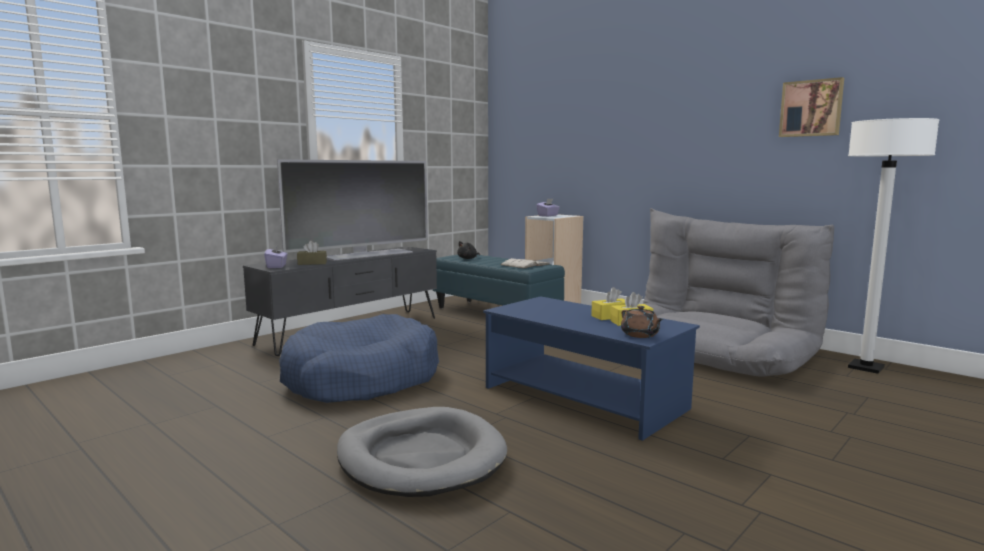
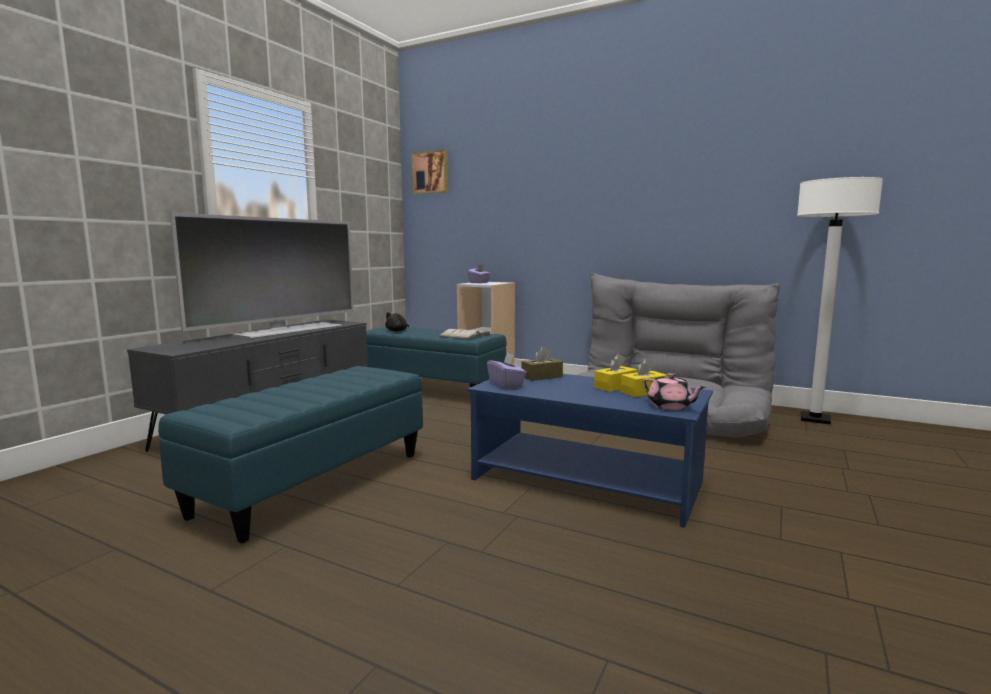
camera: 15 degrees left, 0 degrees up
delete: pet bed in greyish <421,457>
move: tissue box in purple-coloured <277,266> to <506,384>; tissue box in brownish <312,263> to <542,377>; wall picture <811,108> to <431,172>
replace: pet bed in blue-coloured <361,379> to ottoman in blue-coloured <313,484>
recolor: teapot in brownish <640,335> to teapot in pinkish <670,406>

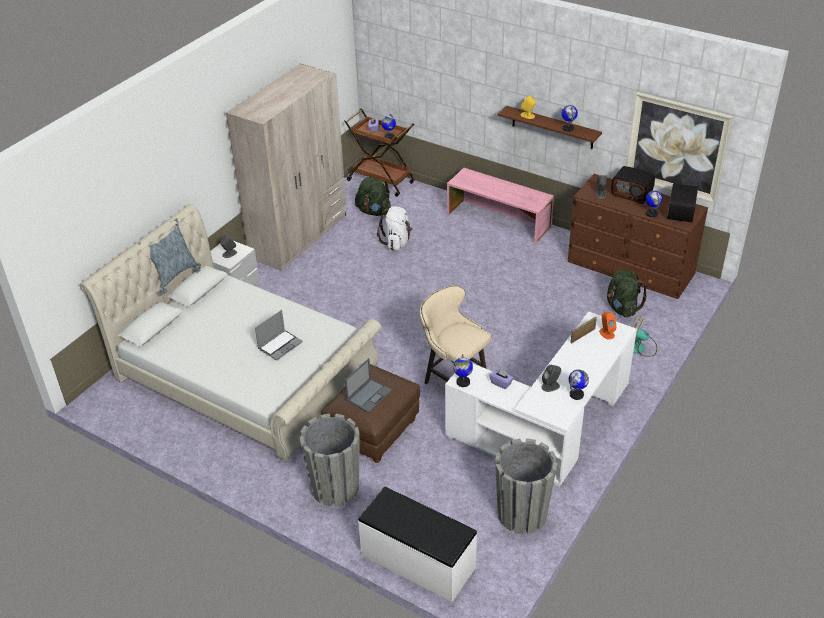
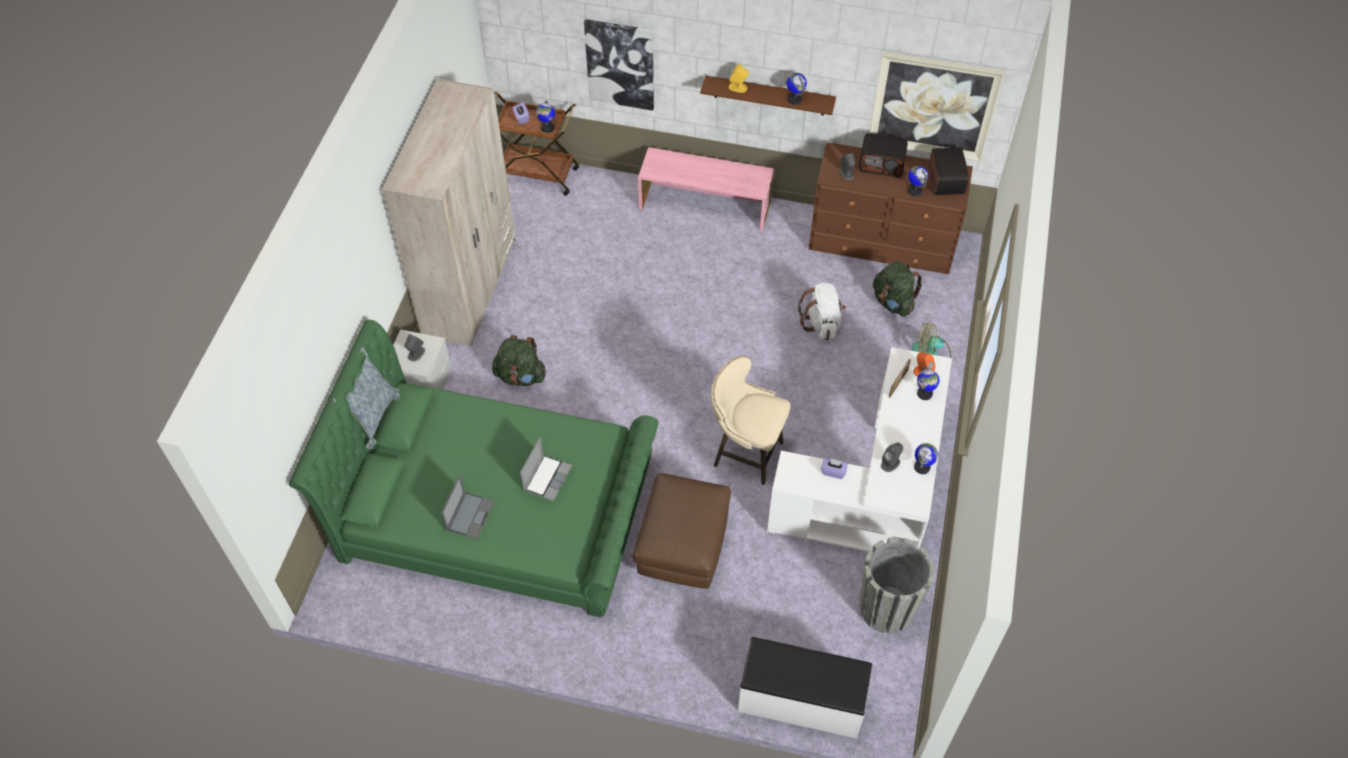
camera: 20 degrees left, 15 degrees up
delete: flower pot in greyish <335,487>
insert: wall picture <620,64>
move: notebook computer <369,395> to <470,515>; rucksack in green-coloured <374,211> to <521,376>; rucksack in whitish <396,242> to <821,323>; world globe <463,382> to <924,394>
recolor: sleeping bed in sand-coloured <245,372> to sleeping bed in green-coloured <495,507>

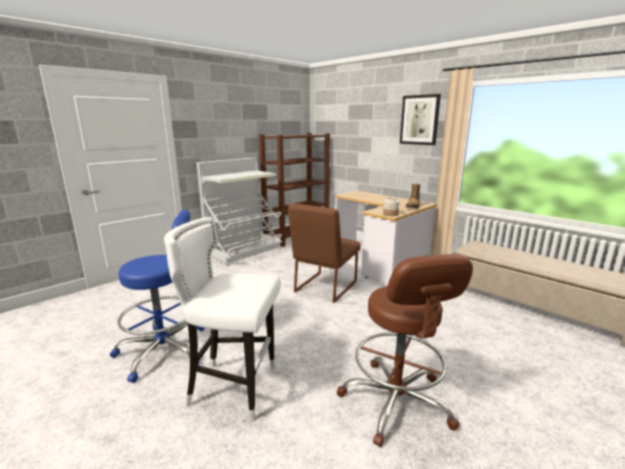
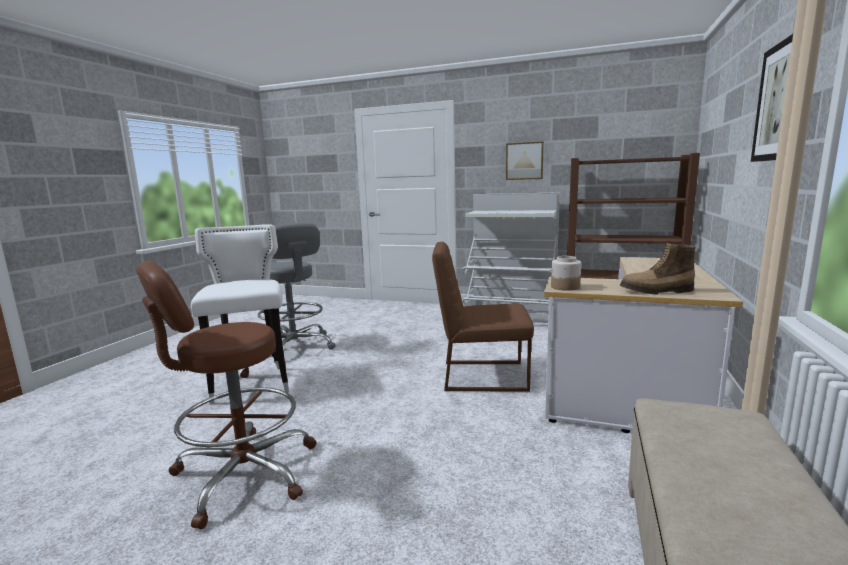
camera: 65 degrees right, 5 degrees down
insert: wall picture <524,161>
recolor: stool seat in blue-coloured <165,350> to stool seat in greyish <294,347>

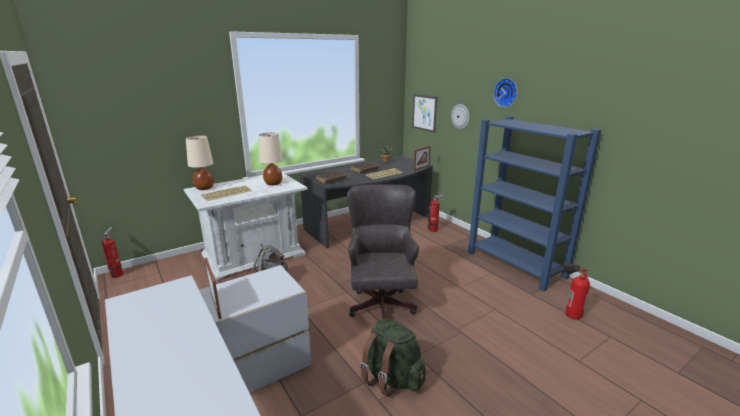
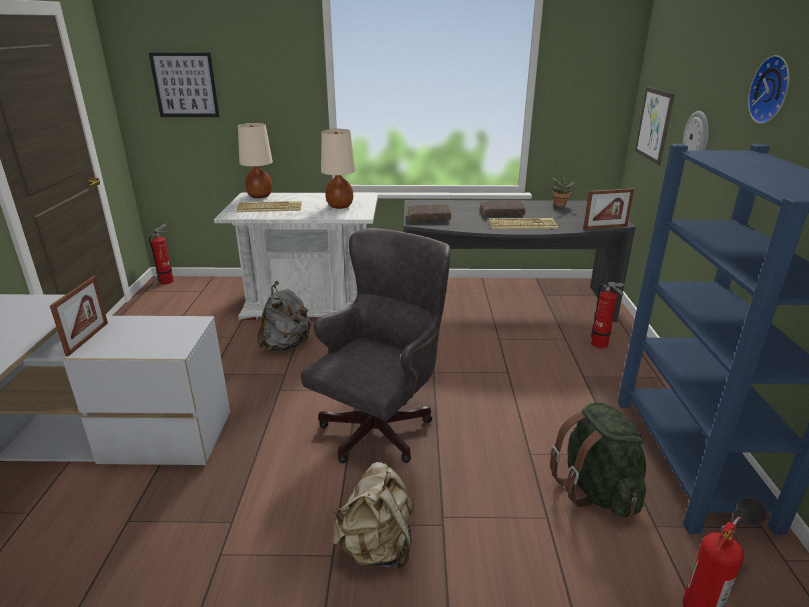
camera: 35 degrees right, 5 degrees up
insert: wall picture <185,85>; rucksack in sand-coloured <377,548>
move: rucksack in green-coloured <391,378> to <596,490>

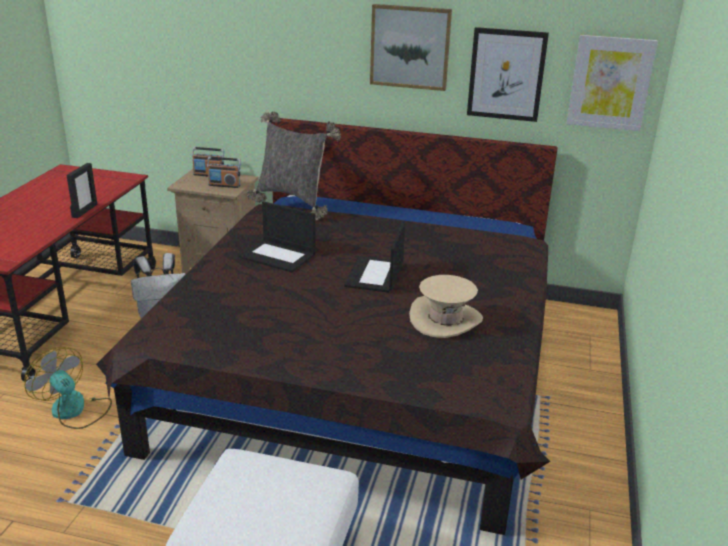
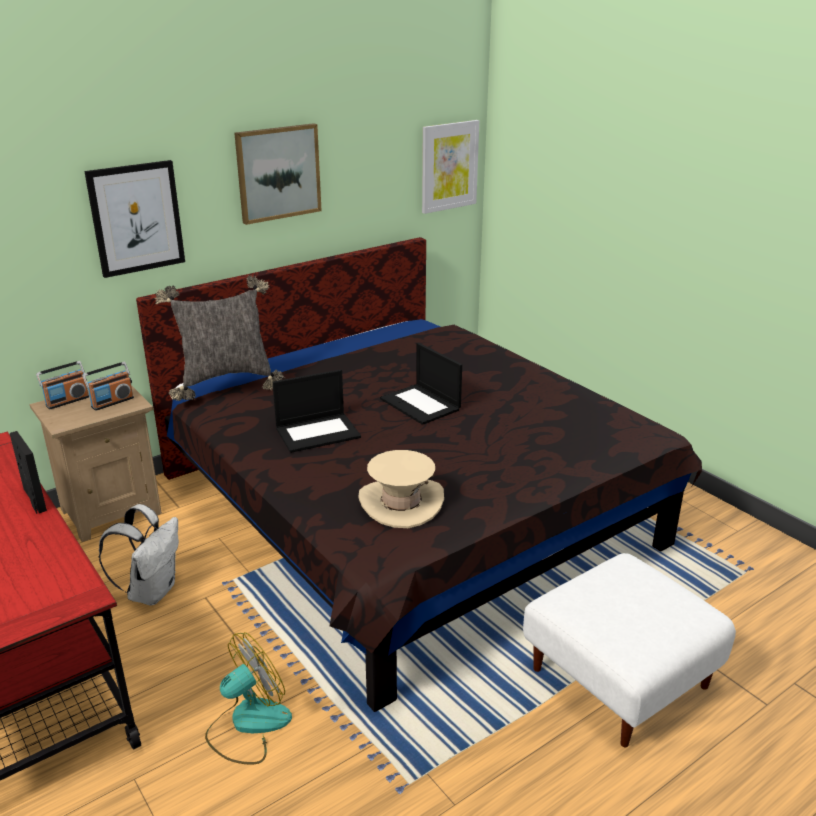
camera: 50 degrees left, 0 degrees up
move: hat in sand-coloured <445,320> to <401,503>; wall picture <506,74> to <136,218>
rotate: fan <74,411> = <248,724> 150 degrees clockwise

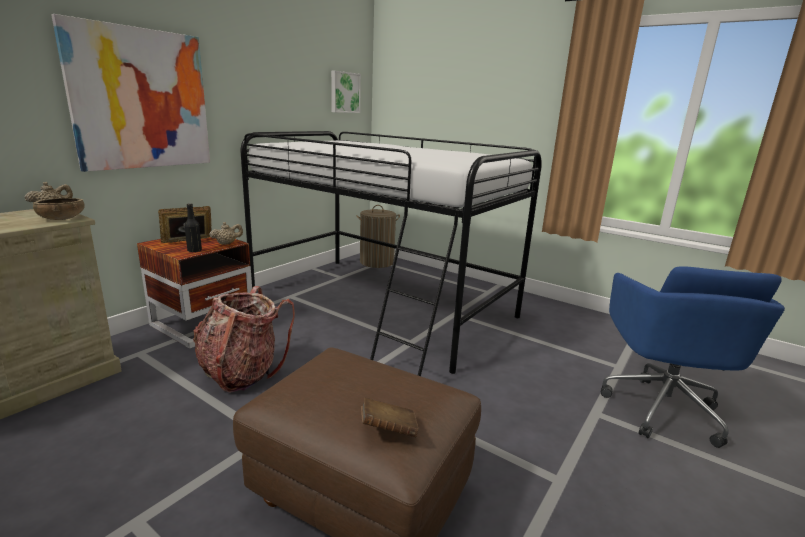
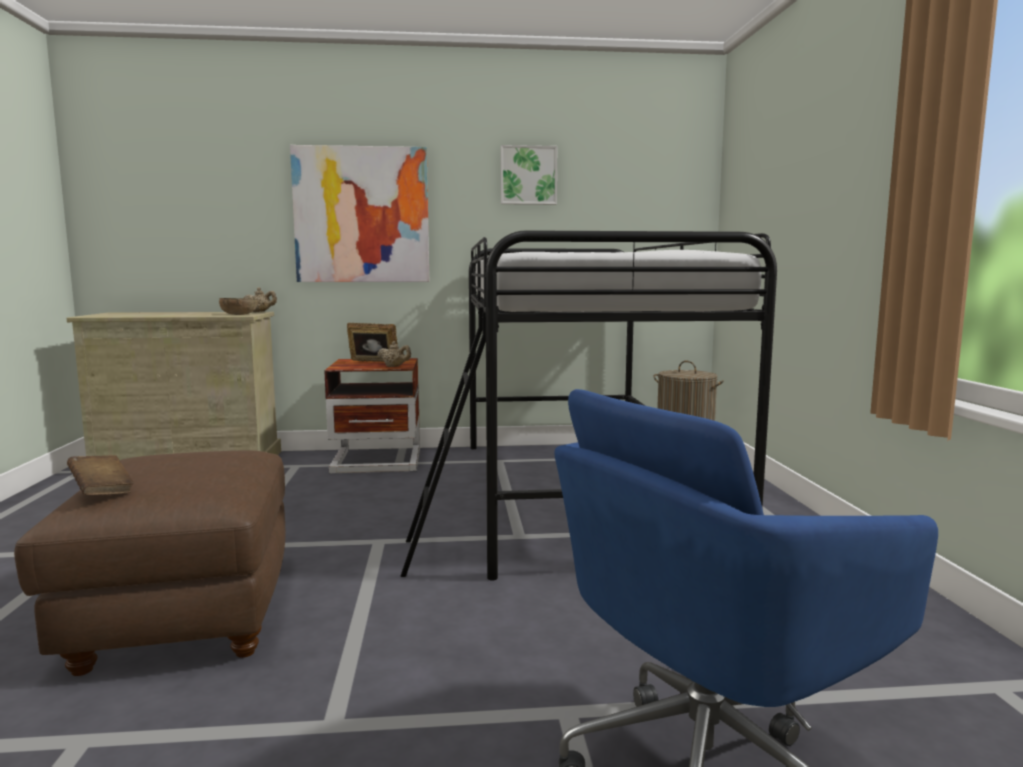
camera: 50 degrees right, 10 degrees down
delete: bottle in black-coloured <194,251>; rucksack <242,372>
move: wall picture <344,92> to <528,175>

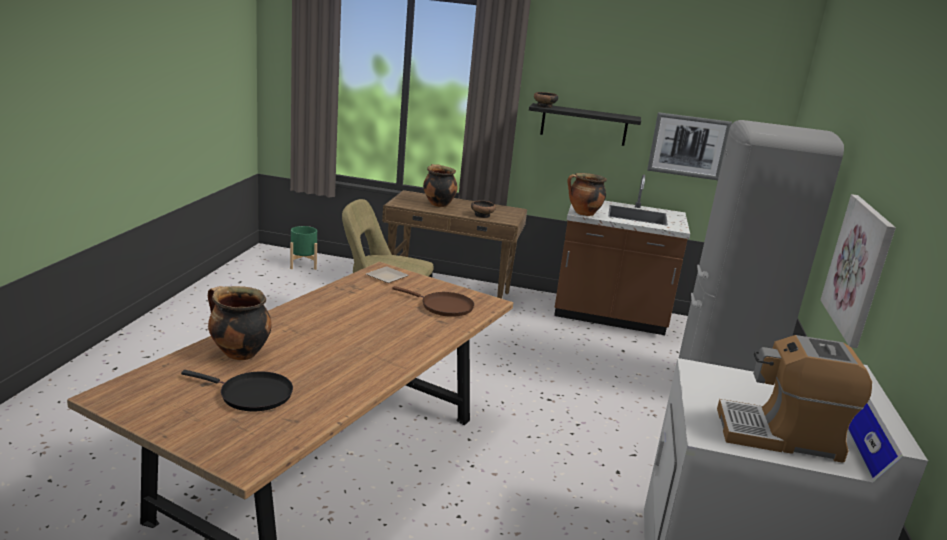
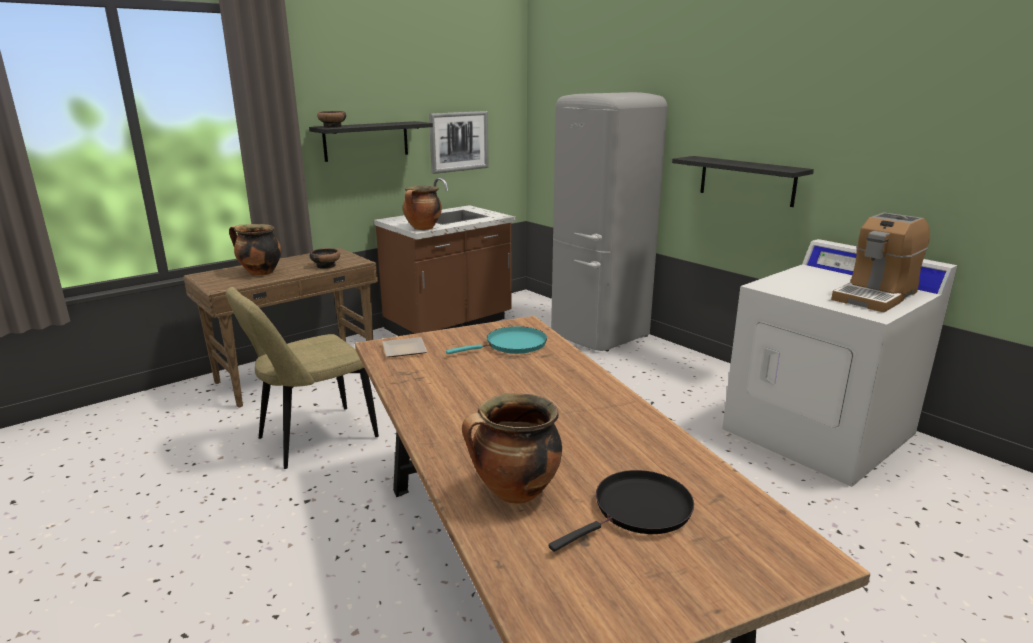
camera: 50 degrees left, 0 degrees up
delete: flower pot in green-coloured <303,264>
replace: wall picture <859,268> to wall shelf in black-coloured <747,180>
recolor: frying pan in brownish <443,306> to frying pan in turquoise-coloured <512,345>

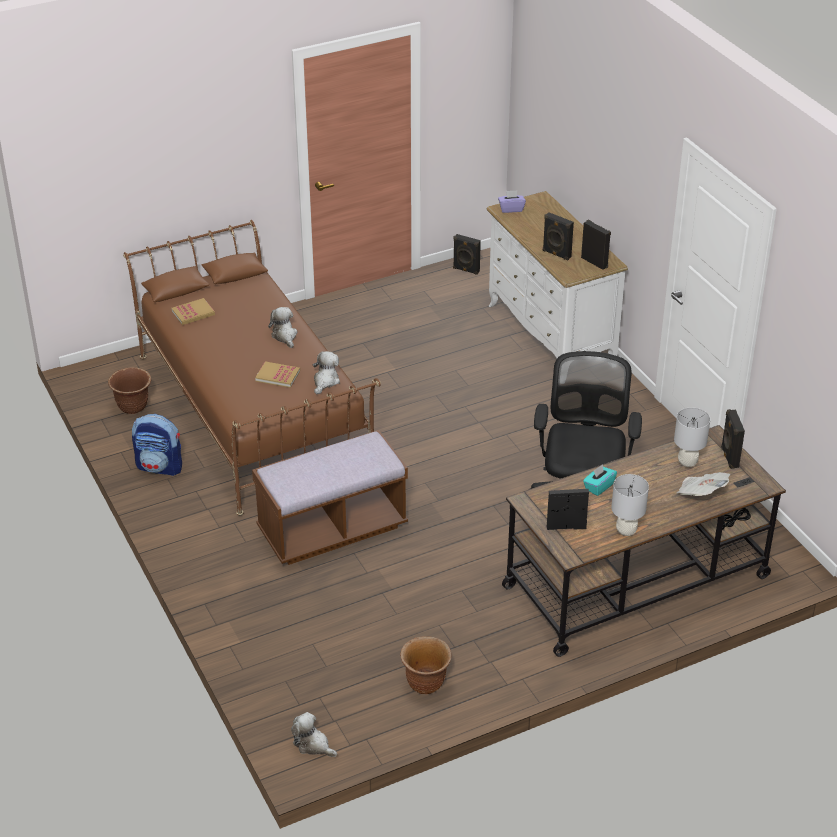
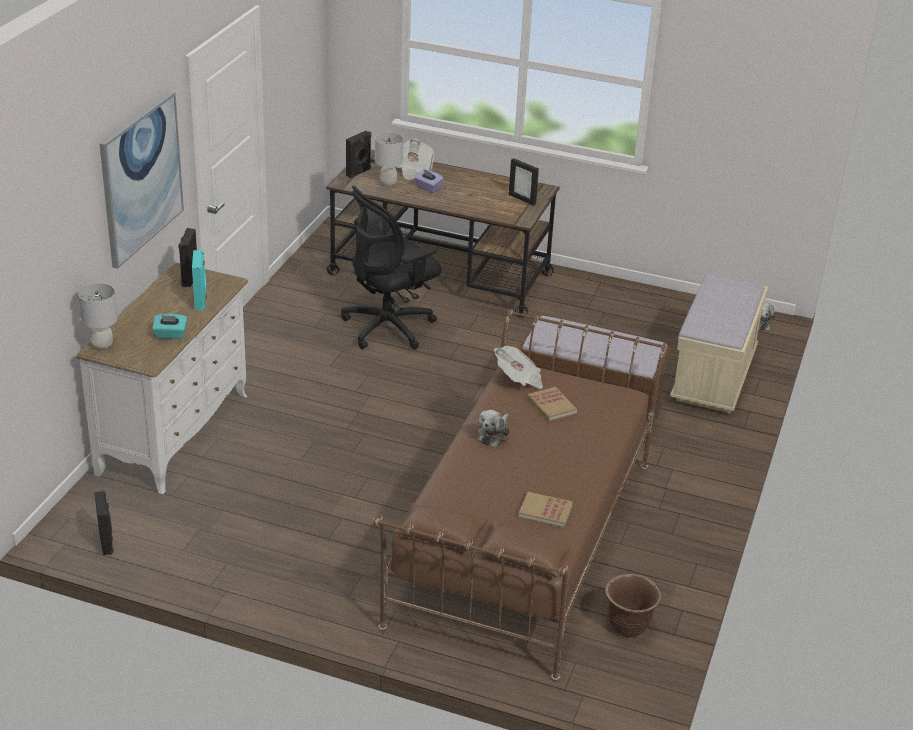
camera: 135 degrees left, 5 degrees down
delete: rucksack <160,467>; flower pot in brownish <425,683>
insert: wall picture <141,178>; indoor bench in sand-coloured <714,376>
move: tissue box in purple-coloured <511,209> to <428,188>; tissue box in turquoise-coloured <598,487> to <170,335>; table lamp in greyish <625,531> to <102,346>
replace: soft toy <325,381> to printed paper <519,379>
recolor: audio speaker in black-coloured <556,254> to audio speaker in turquoise-coloured <201,300>

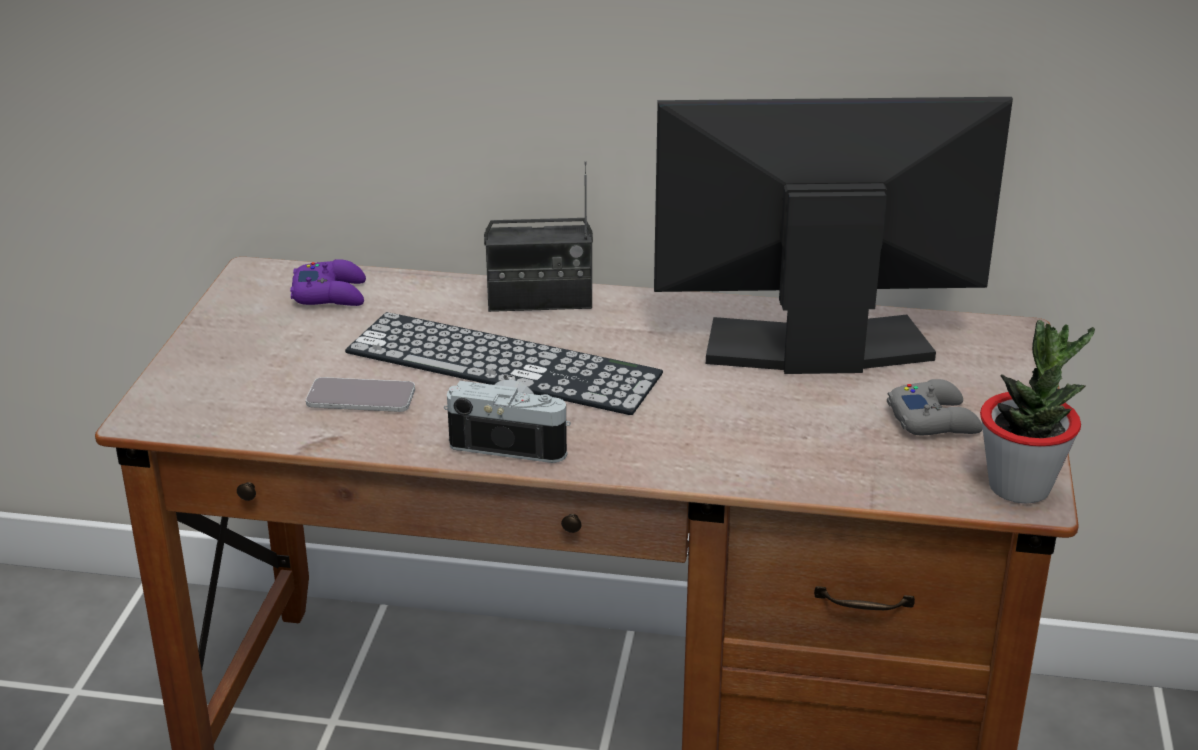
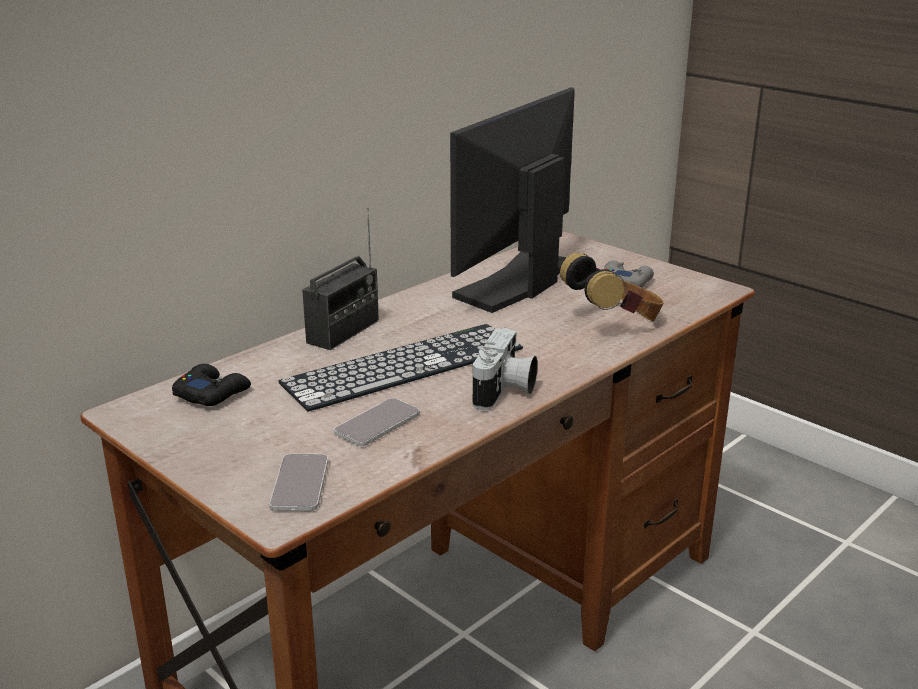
camera: 55 degrees left, 5 degrees down
delete: houseplant <1020,487>
insert: phone <300,484>; pair of headphones <614,322>
recolor: game controller in purple-coloured <330,294> to game controller in black-coloured <212,393>
rotate: photo camera <512,441> = <505,391> 150 degrees clockwise

